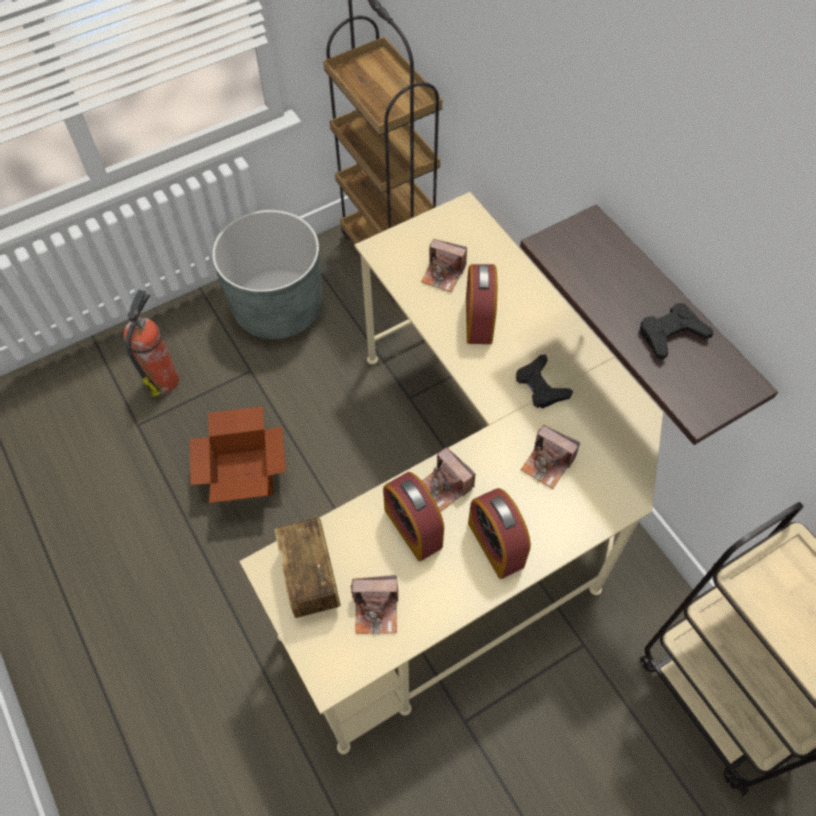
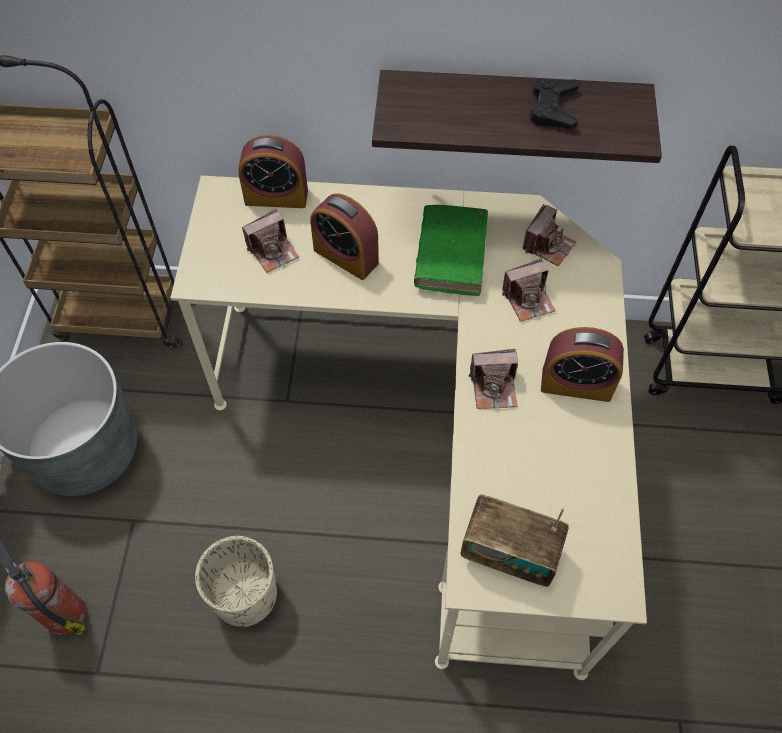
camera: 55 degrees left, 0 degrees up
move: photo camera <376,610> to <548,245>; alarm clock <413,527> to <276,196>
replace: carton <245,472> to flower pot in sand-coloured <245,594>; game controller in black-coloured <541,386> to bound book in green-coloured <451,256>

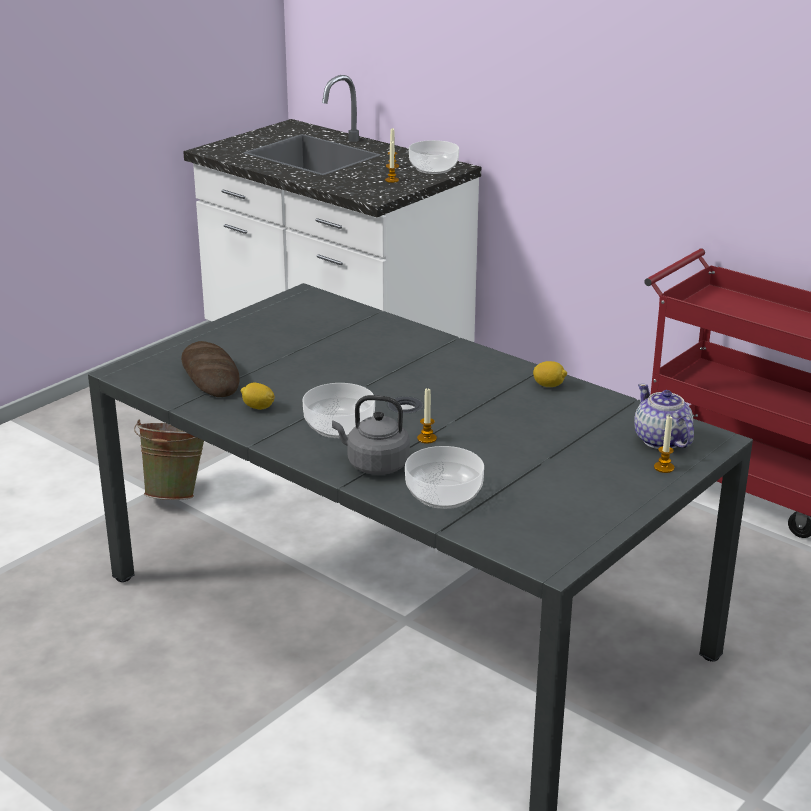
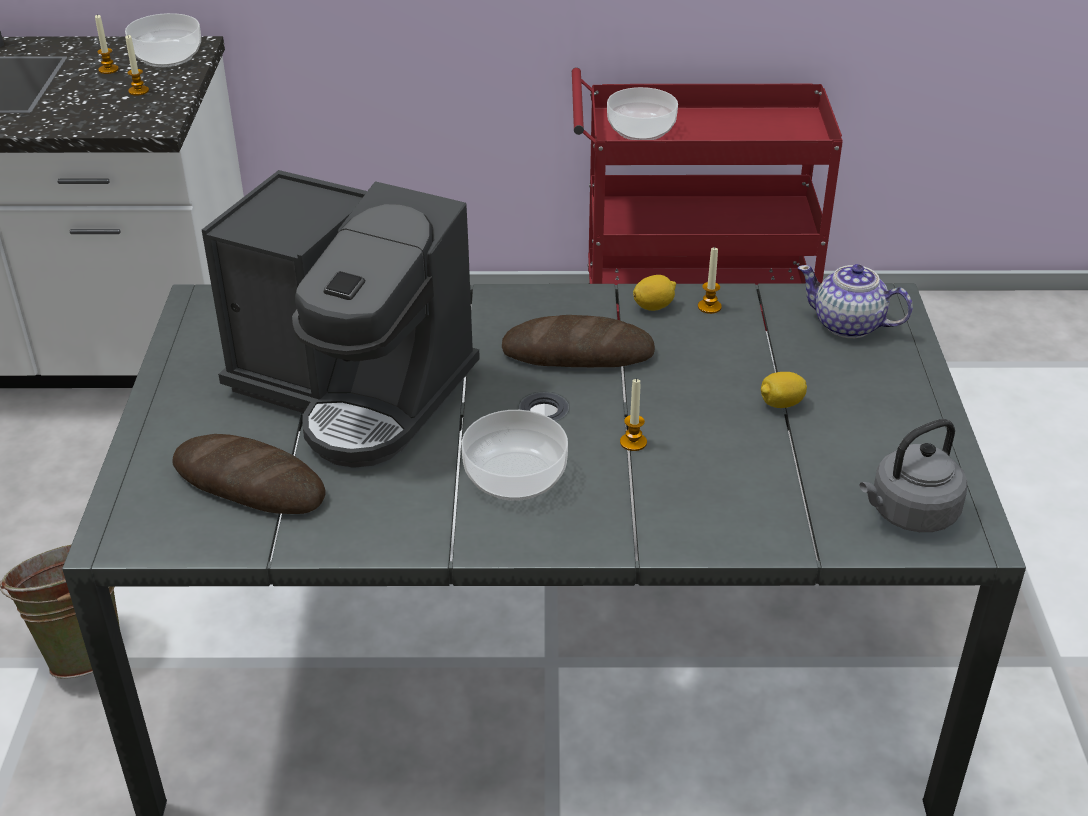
camera: 40 degrees left, 10 degrees up
insert: coffee machine <353,390>; bread <578,352>
move: citrus fruit <258,407> to <781,404>; water kettle in greyish <374,465> to <909,514>; bowl <443,494> to <640,130>; wax candle <664,467> to <709,307>

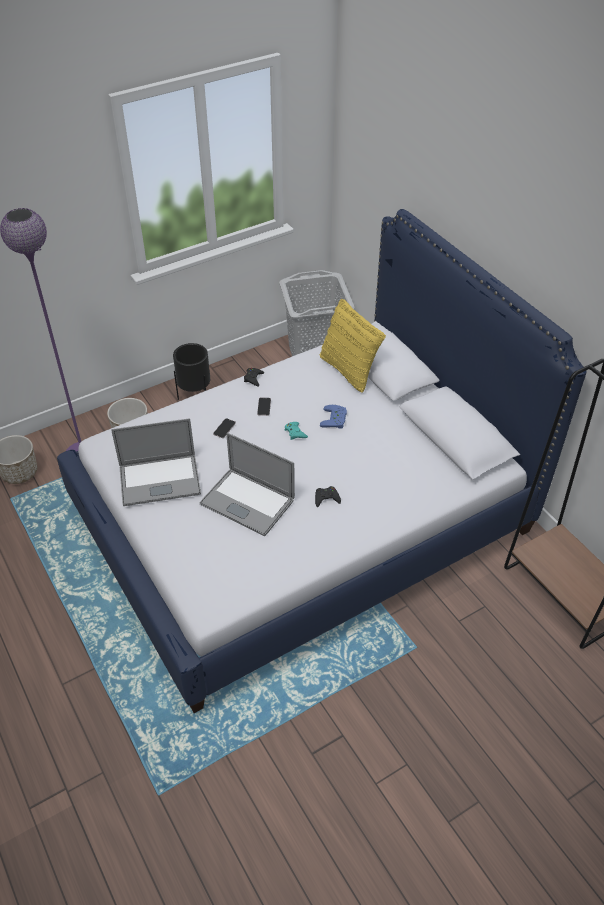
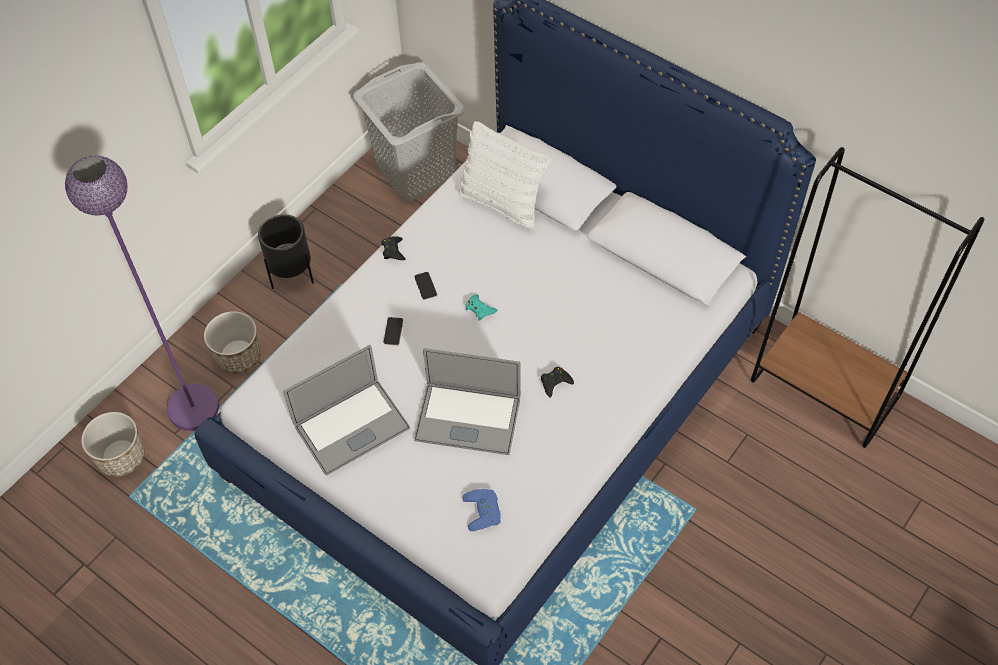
camera: 20 degrees left, 10 degrees up
move: game controller in blue-coloured <335,419> to <485,511>
recolor: throw pillow in yellowish <349,371> to throw pillow in whitish <504,204>

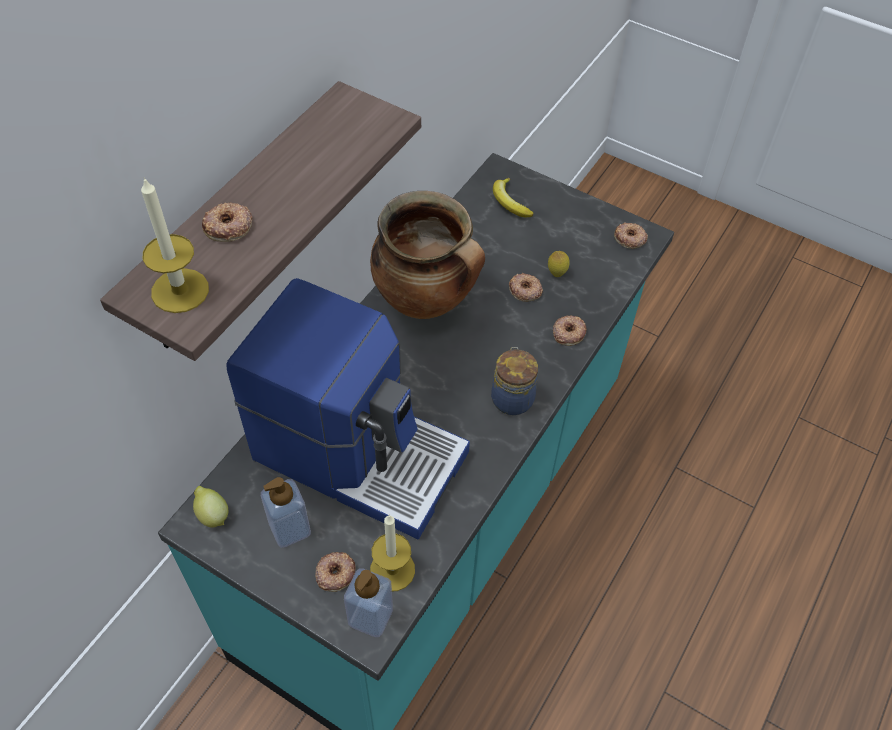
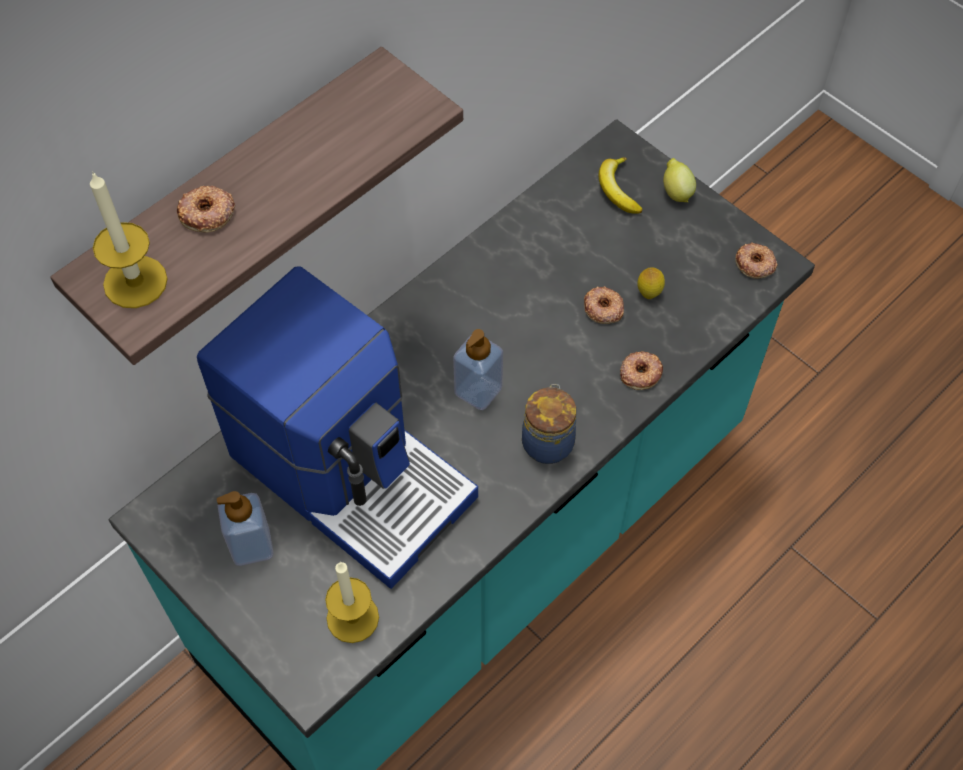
camera: 15 degrees right, 5 degrees up
delete: ring doughnut <335,573>; stockpot <427,301>
move: citrus fruit <212,515> to <676,192>; liquid soap bottle <370,616> to <478,390>

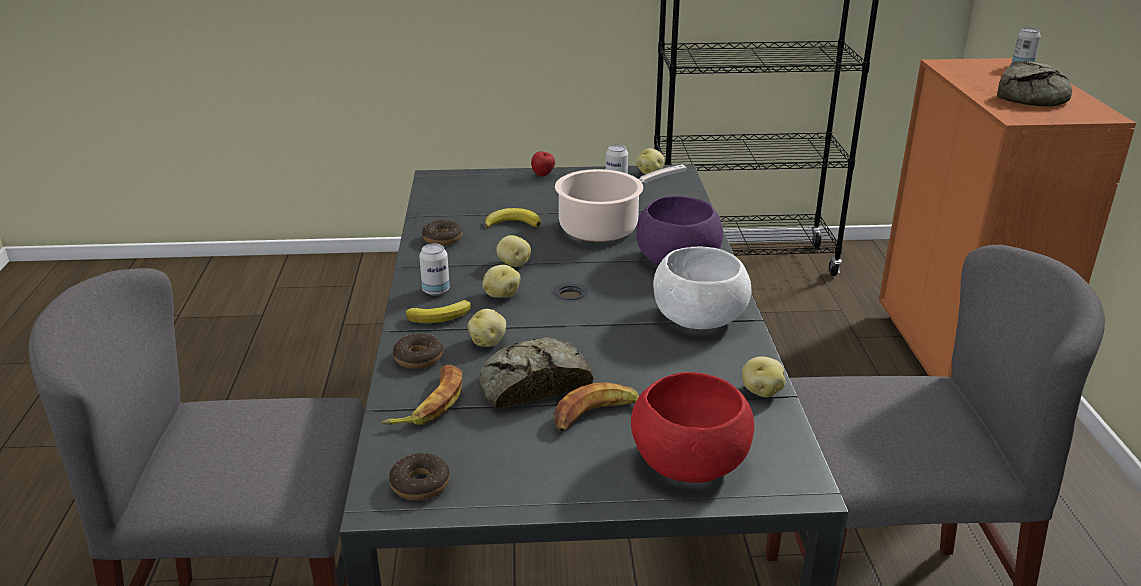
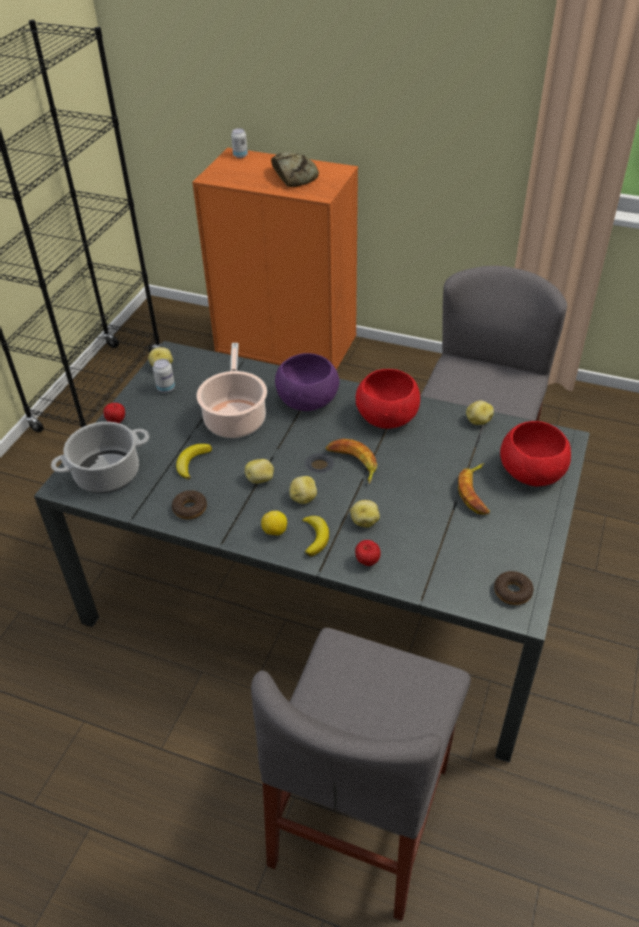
camera: 65 degrees left, 15 degrees up
delete: bread <531,384>
insert: stockpot <108,473>
move: whole banana <429,403> to <352,463>
replace: ring doughnut <418,358> to apple <367,562>; metal can <436,290> to citrus fruit <274,532>
recolor: bowl in whitish <698,318> to bowl in reddish <387,416>

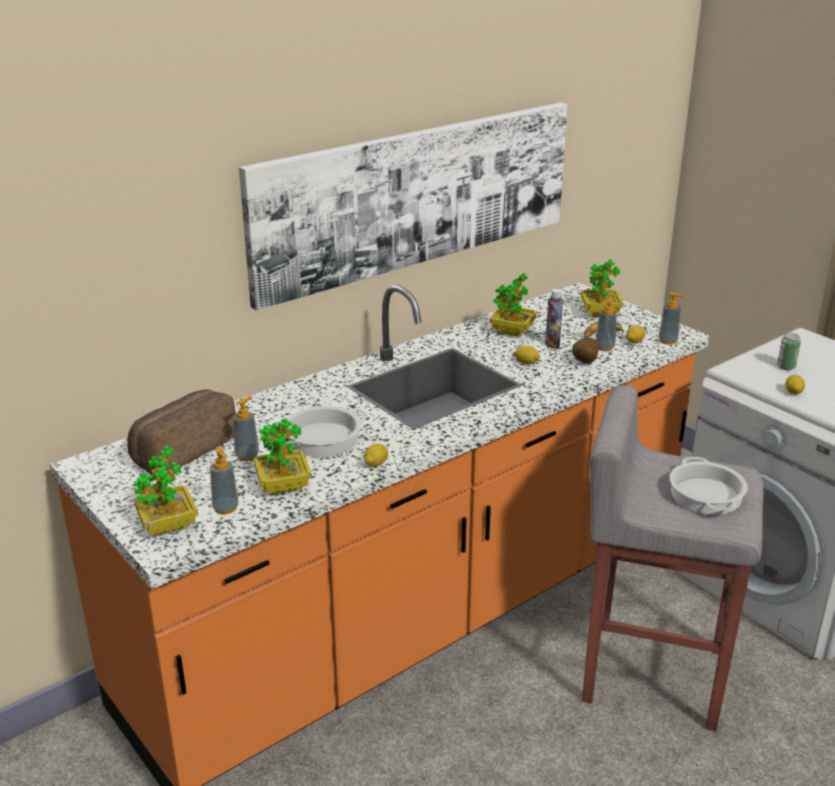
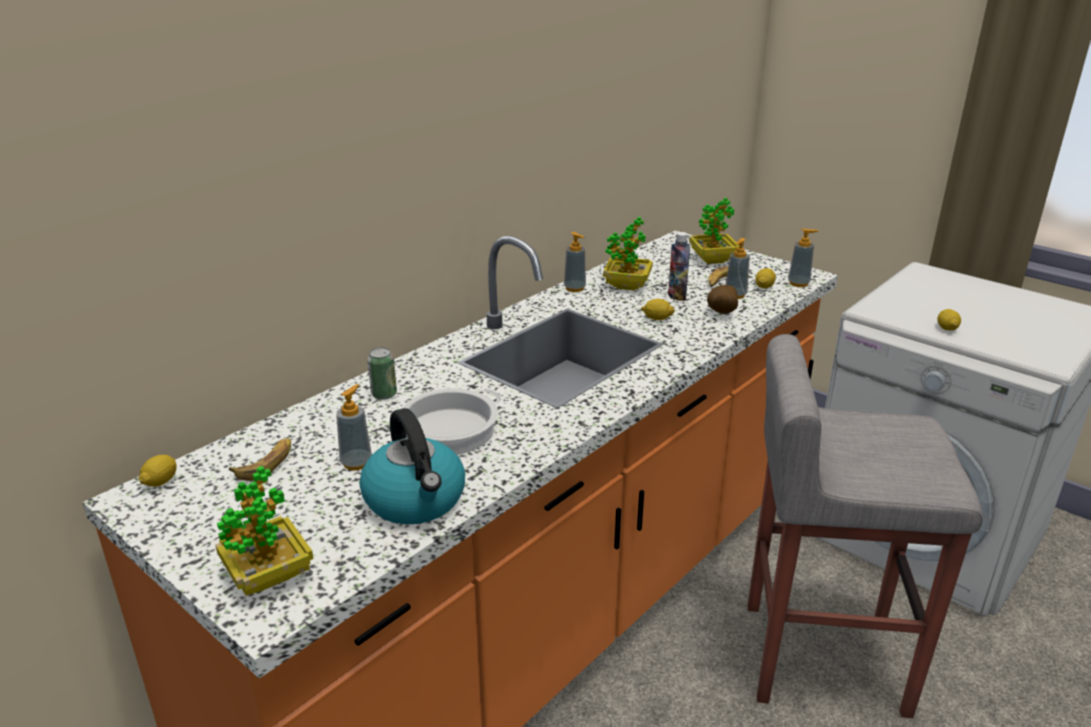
camera: 10 degrees left, 0 degrees up
delete: wall picture <416,196>; stockpot <705,495>
move: liquid soap bottle <225,508> to <574,288>; citrus fruit <376,463> to <161,481>; metal can <786,367> to <384,394>
replace: bread <182,450> to whole banana <266,464>; houseplant <283,486> to water kettle <416,500>

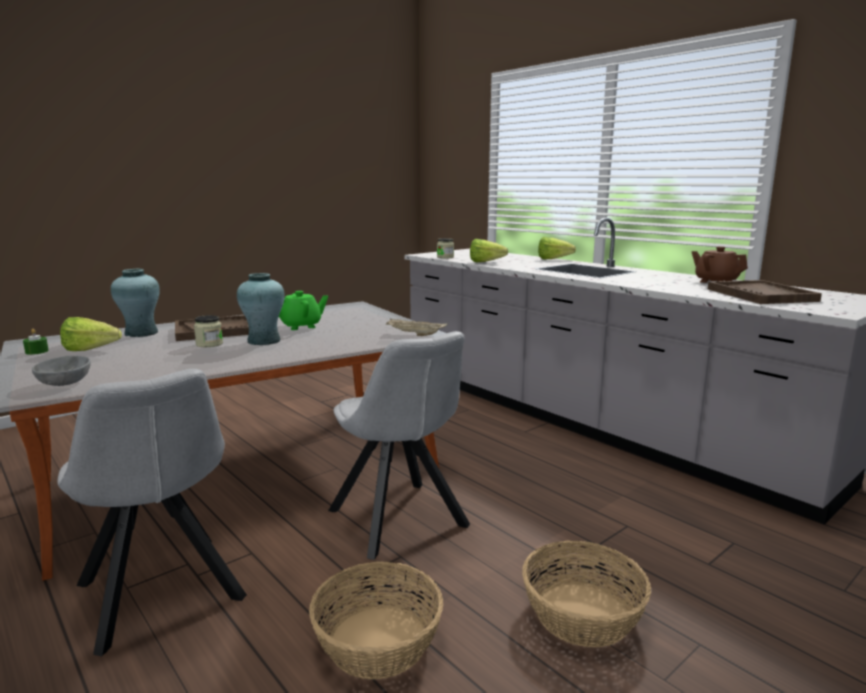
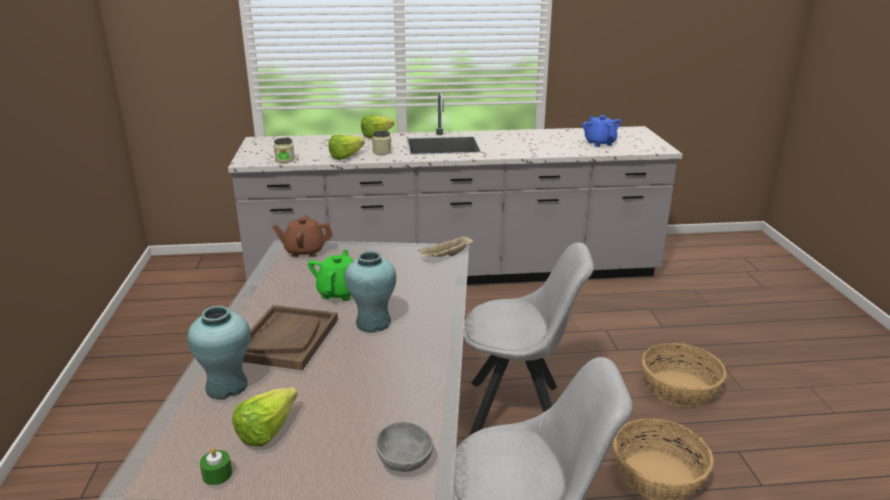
camera: 55 degrees left, 10 degrees up
move: storage jar <209,344> to <382,152>; teapot in brownish <716,282> to <304,251>
replace: carrying tray in brownish <761,295> to teapot in blue-coloured <599,143>

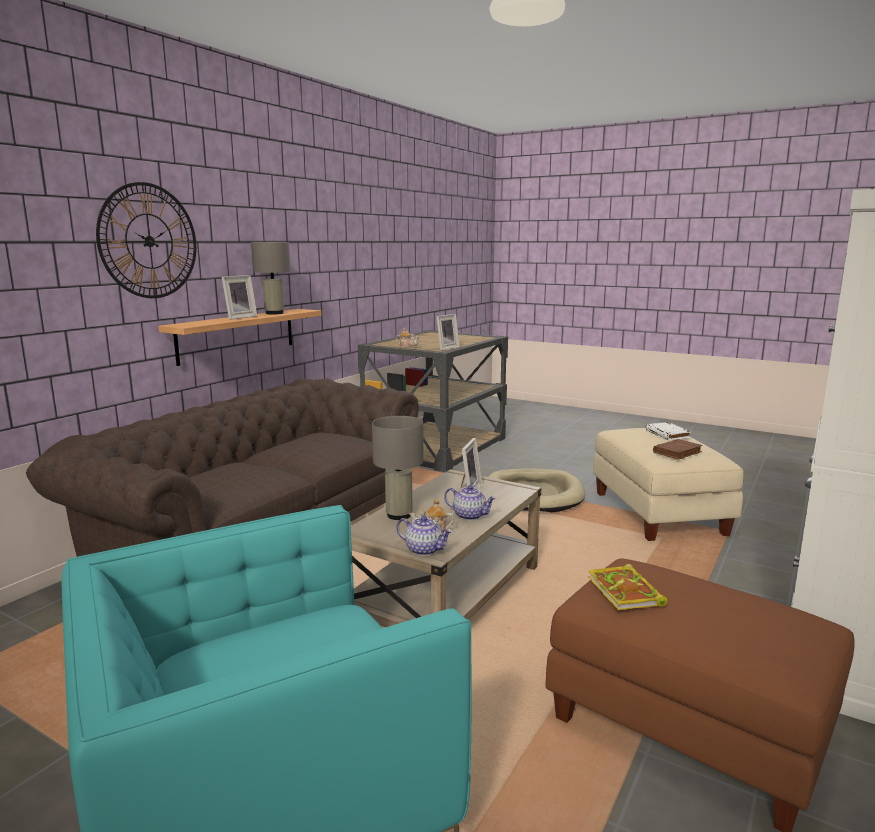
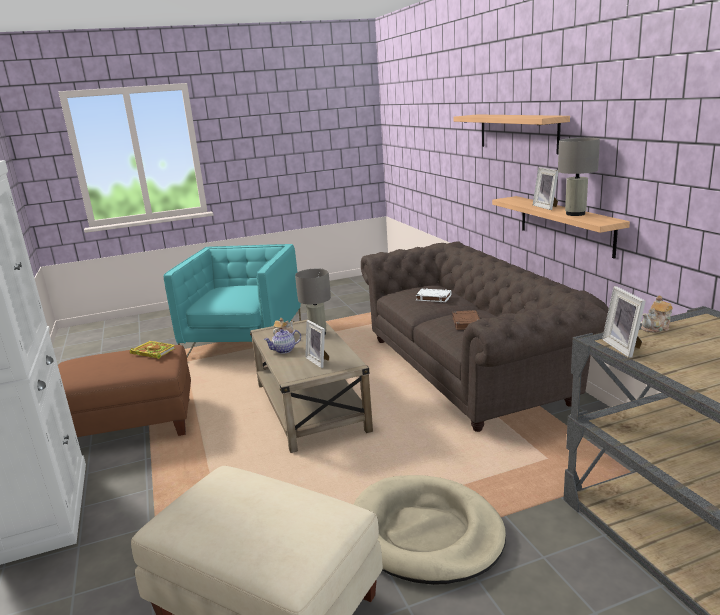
camera: 130 degrees right, 5 degrees up
delete: teapot <424,550>
move: bound book in whitish <668,434> to <433,298>; bound book in brownish <677,452> to <466,322>
replace: hanging clock <149,241> to wall shelf <517,132>

